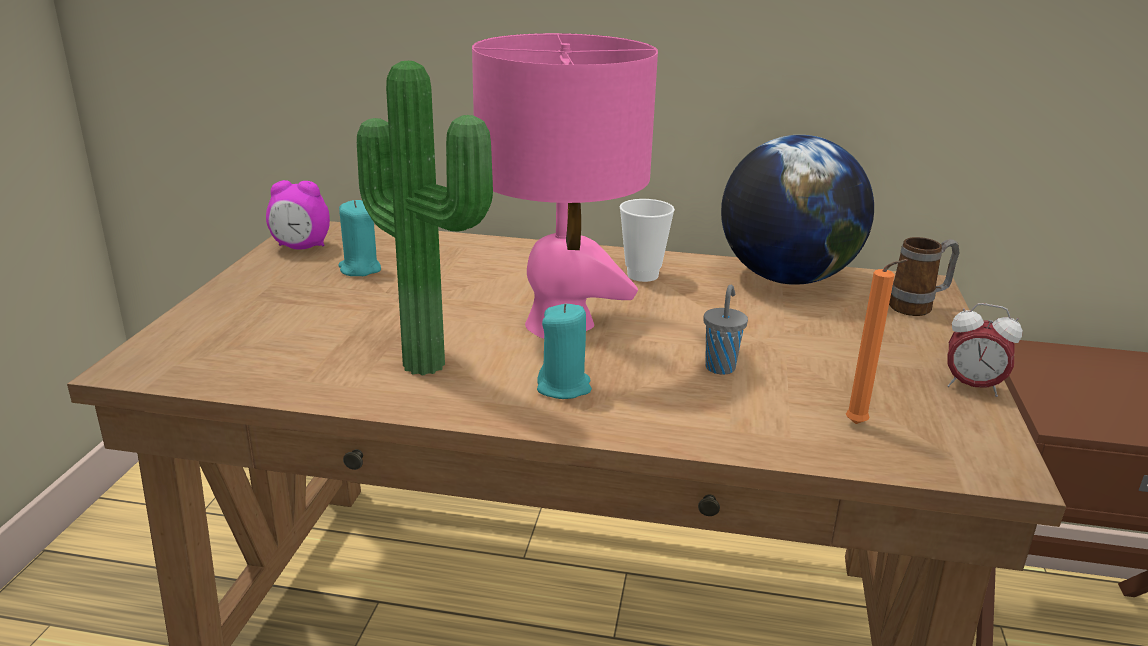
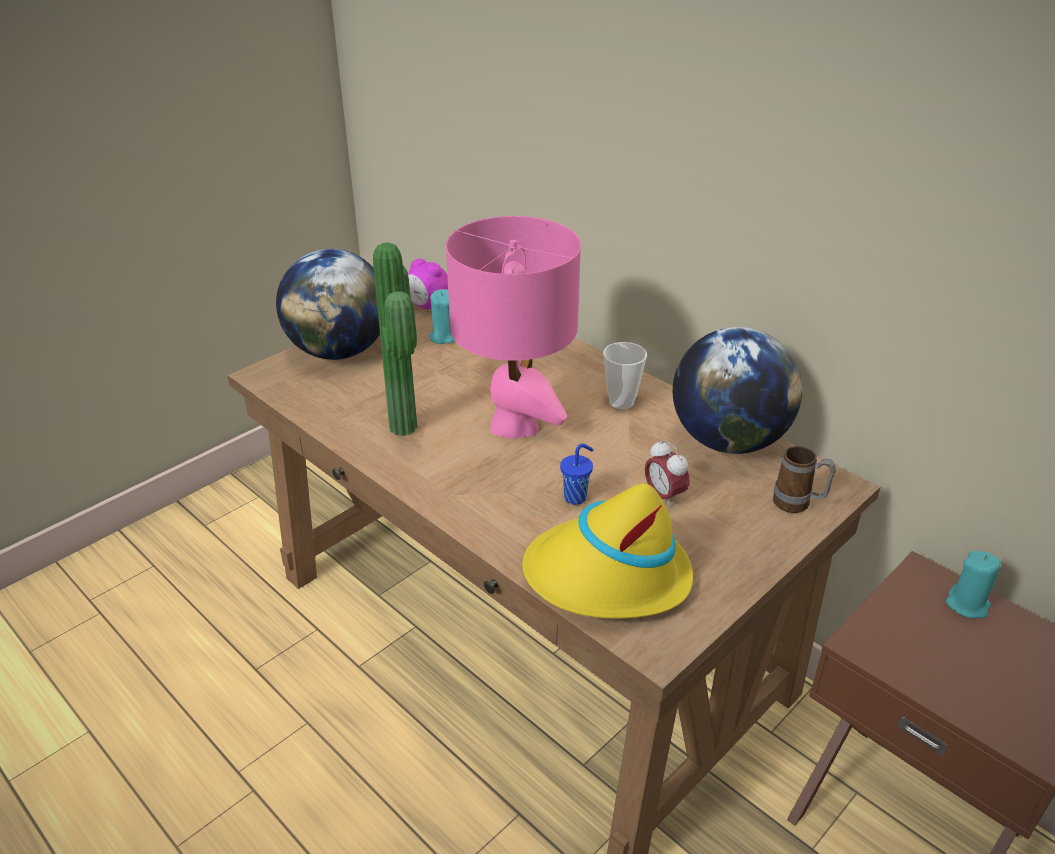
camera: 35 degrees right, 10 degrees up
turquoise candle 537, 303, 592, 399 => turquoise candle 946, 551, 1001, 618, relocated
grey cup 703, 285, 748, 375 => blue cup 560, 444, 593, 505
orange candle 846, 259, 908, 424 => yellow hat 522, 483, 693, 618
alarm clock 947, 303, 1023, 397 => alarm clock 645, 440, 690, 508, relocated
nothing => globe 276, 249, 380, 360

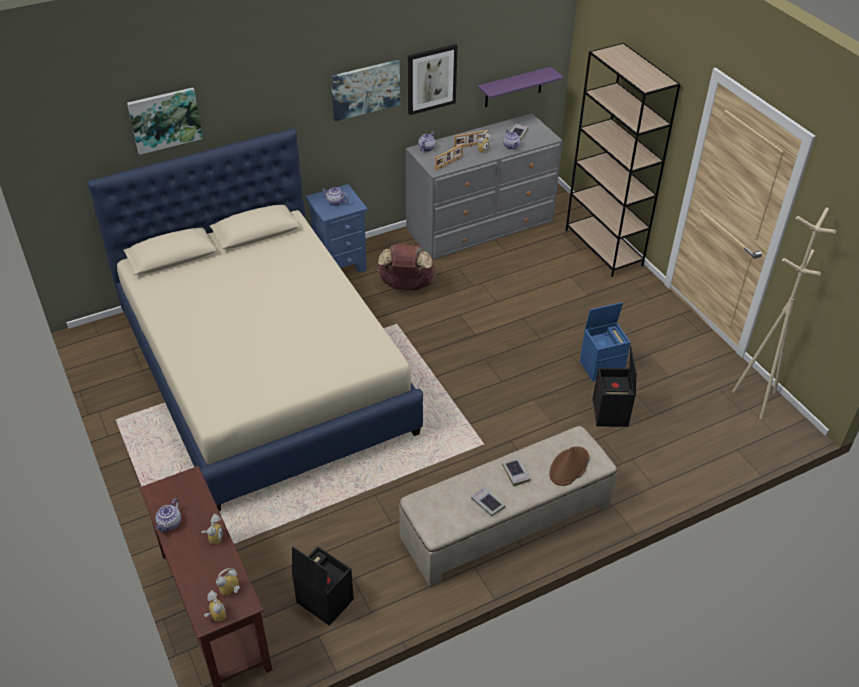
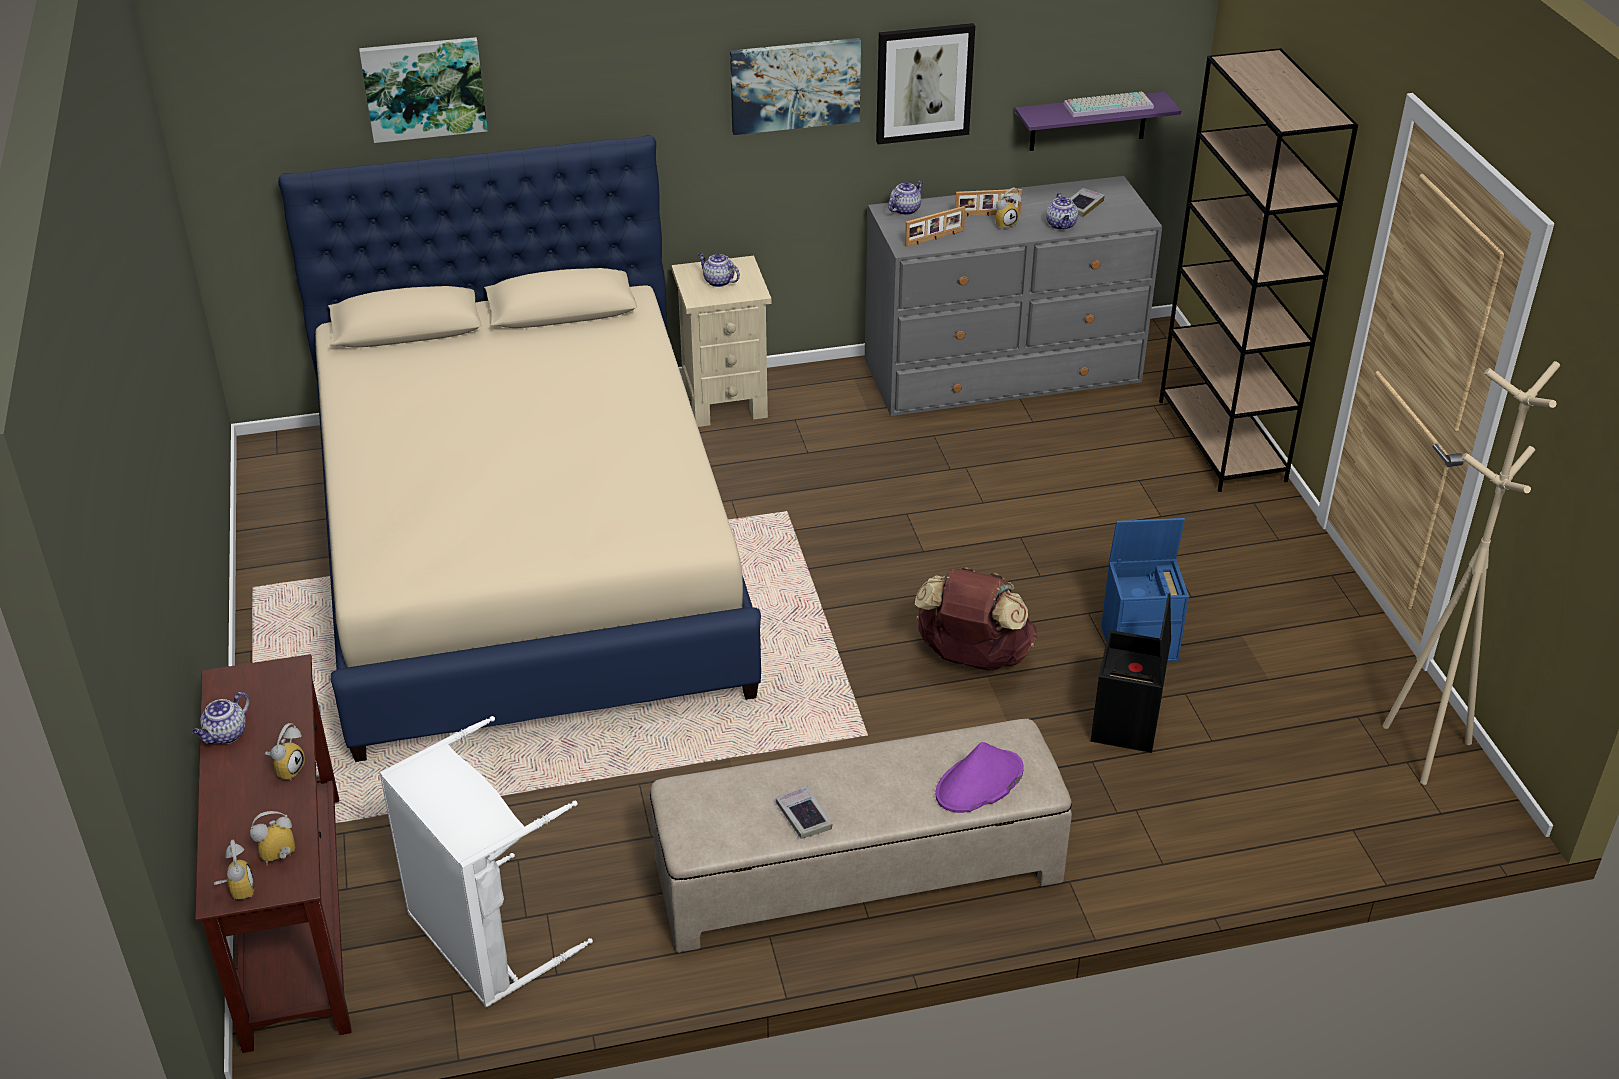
camera: 15 degrees right, 5 degrees down
black storage box 292, 546, 354, 626 => white laundry basket 379, 716, 593, 1007
blue nightstand 305, 184, 368, 273 => beige nightstand 672, 256, 771, 427
brown backpack 378, 243, 436, 290 => brown backpack 915, 567, 1037, 671, relocated
book 502, 458, 531, 486 => nothing
brown hat 549, 446, 590, 486 => purple hat 936, 742, 1024, 813
nothing => keyboard 1063, 92, 1154, 117

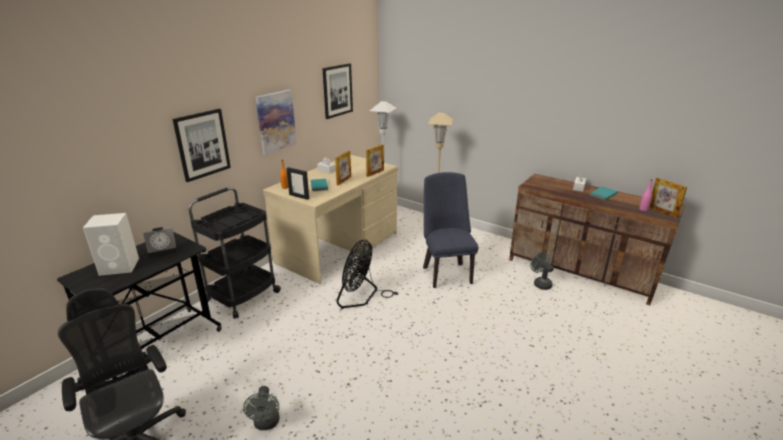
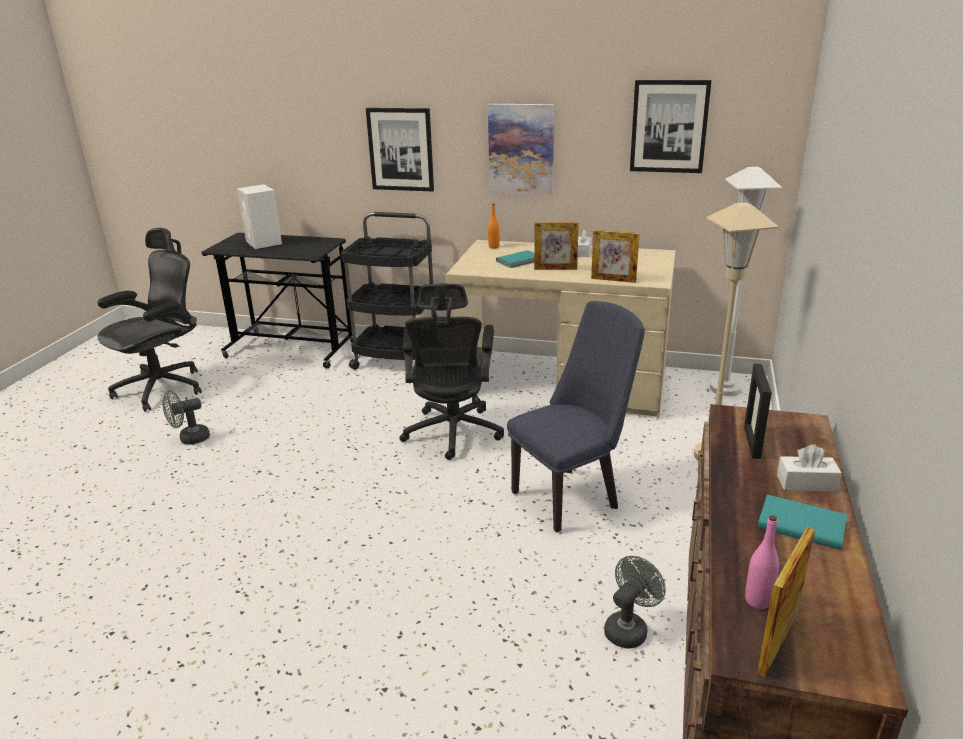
camera: 70 degrees right, 0 degrees up
alarm clock 143, 227, 177, 258 => nothing
picture frame 286, 167, 309, 200 => picture frame 744, 364, 772, 459, relocated
black fan 337, 240, 398, 309 => office chair 399, 284, 504, 460

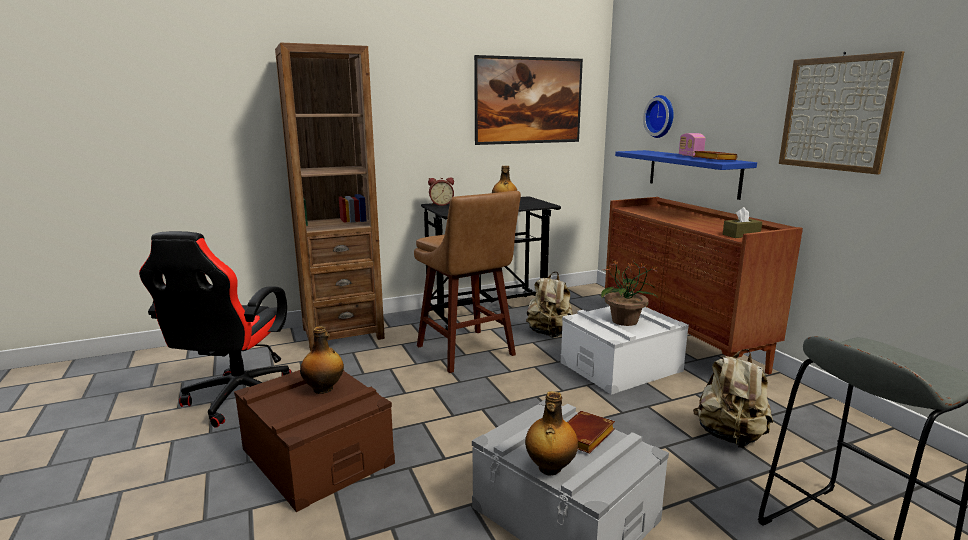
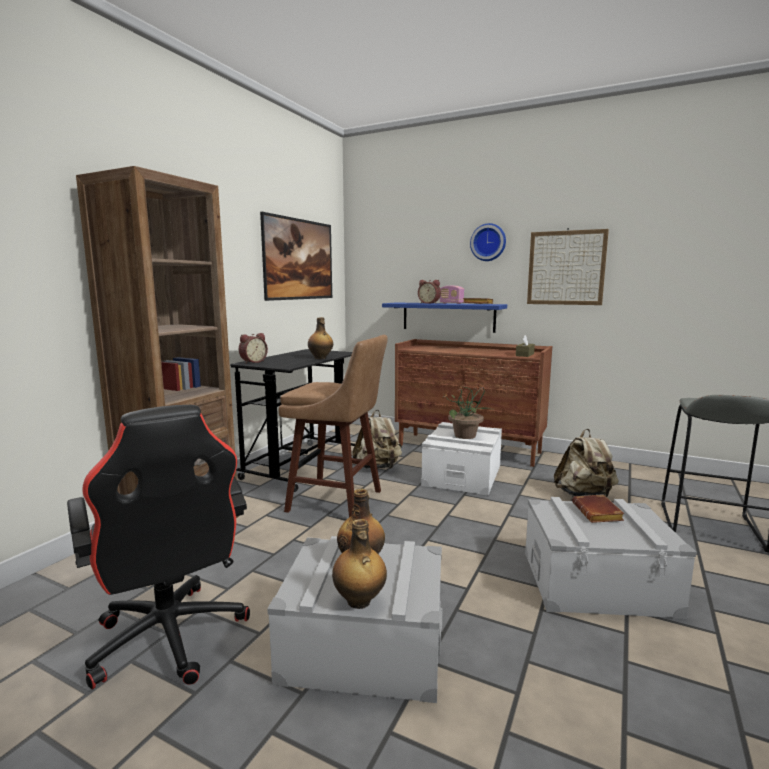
camera: 40 degrees left, 5 degrees down
brown storage box 234, 370, 395, 512 => grey storage box 268, 536, 443, 703
bottle 525, 391, 578, 476 => bottle 332, 519, 387, 609, relocated
wall clock 643, 95, 674, 138 => wall clock 470, 223, 506, 261, relocated
nothing => alarm clock 418, 280, 441, 304

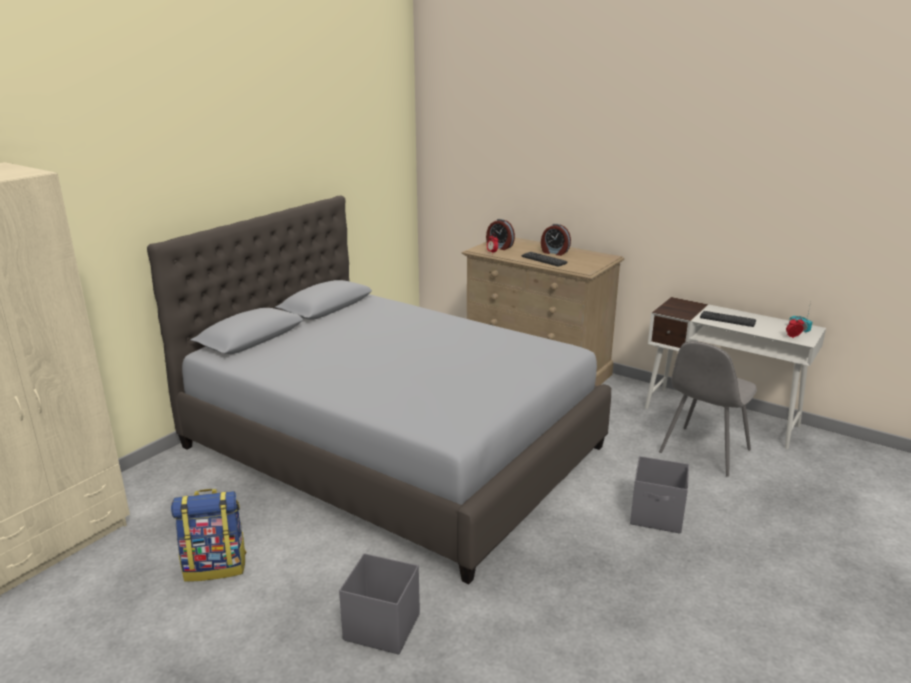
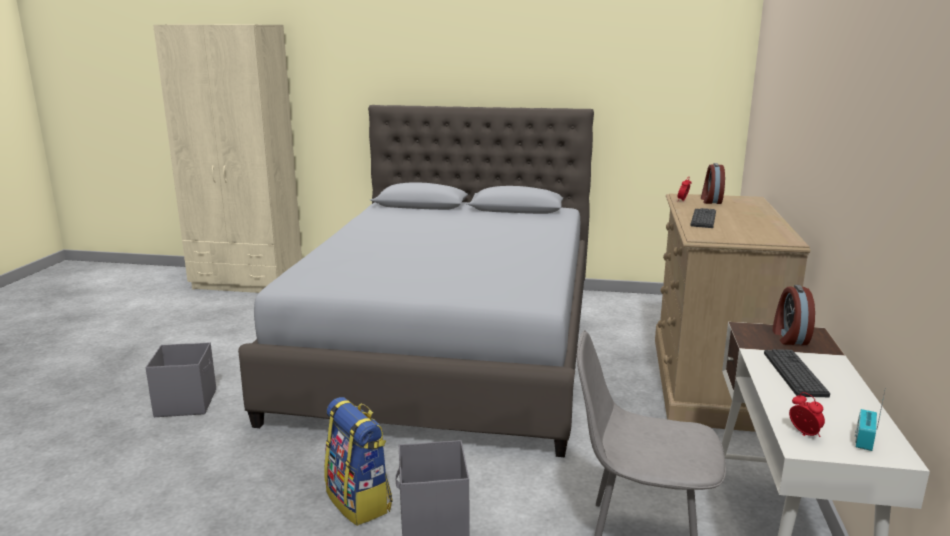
camera: 65 degrees right, 5 degrees down
backpack 171, 489, 246, 581 => backpack 324, 397, 393, 526, relocated
alarm clock 541, 224, 571, 256 => alarm clock 772, 285, 815, 345, relocated

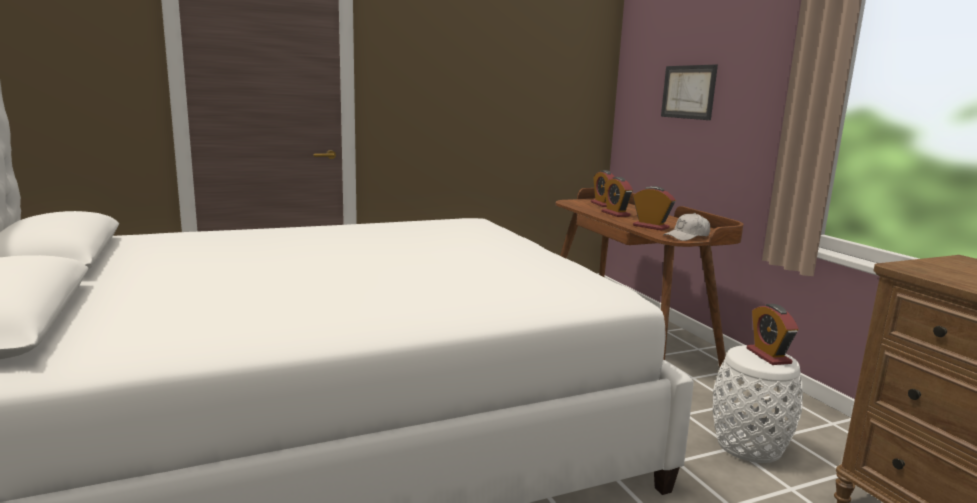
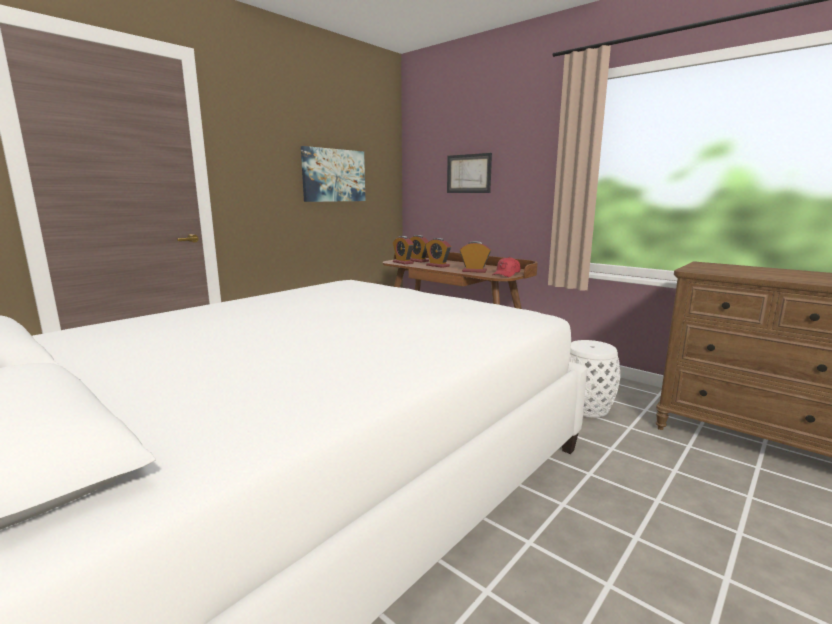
camera: 25 degrees left, 0 degrees up
white cap 663, 213, 710, 241 => red cap 492, 257, 520, 277
alarm clock 747, 304, 799, 365 => alarm clock 393, 236, 414, 264, relocated
nothing => picture 301, 146, 365, 202

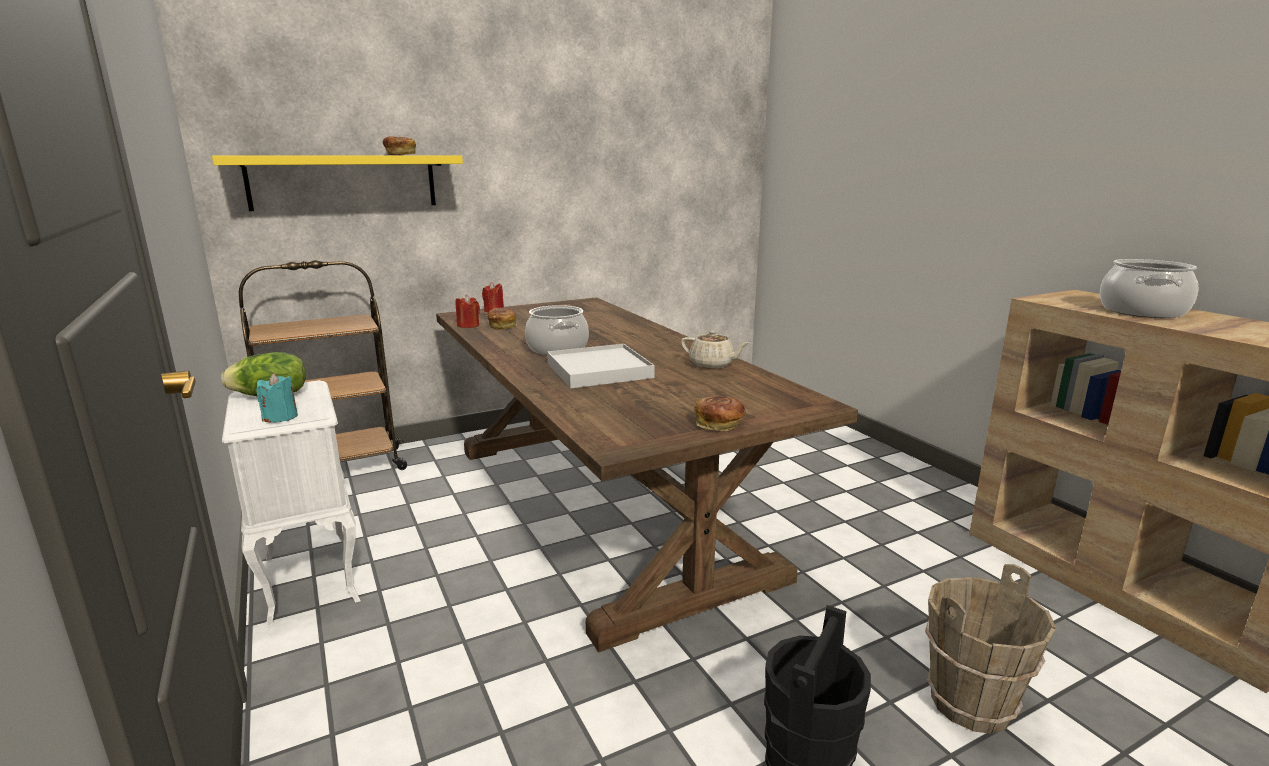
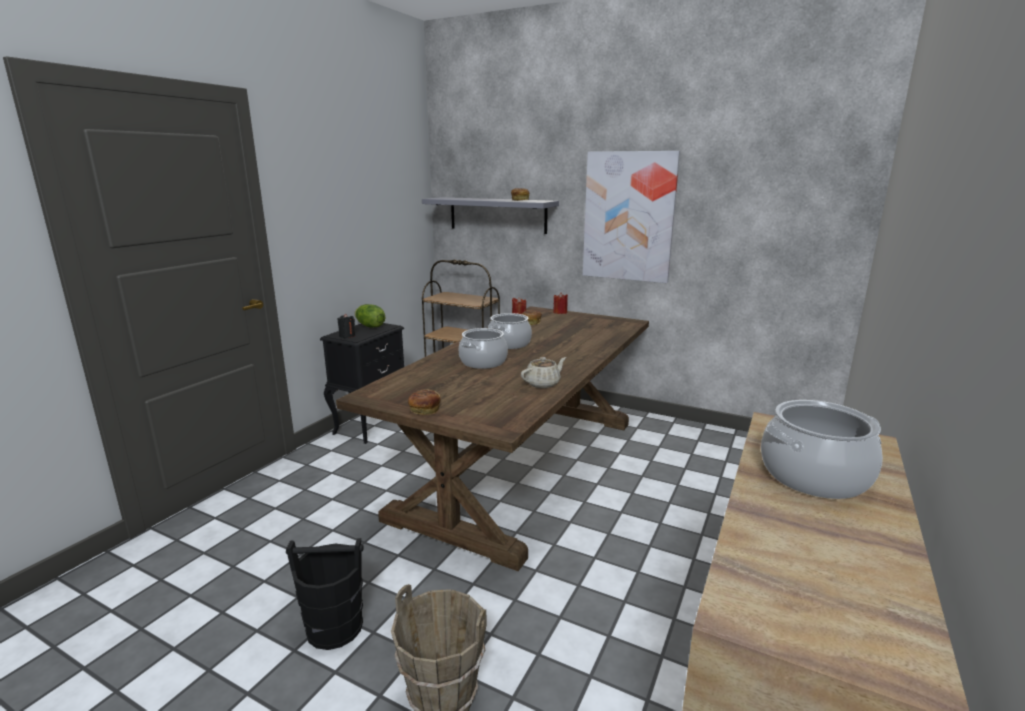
camera: 55 degrees right, 0 degrees up
yellow shelf 212, 155, 463, 211 => grey shelf 422, 197, 559, 234
white nightstand 222, 380, 361, 627 => black nightstand 320, 323, 404, 444
turquoise candle 256, 373, 298, 423 => black candle 338, 314, 355, 338
white tray 547, 344, 655, 388 => cooking pot 459, 328, 508, 369
beige teapot 681, 330, 749, 369 => beige teapot 521, 357, 566, 388, 120 degrees counterclockwise
nothing => picture 583, 151, 680, 283

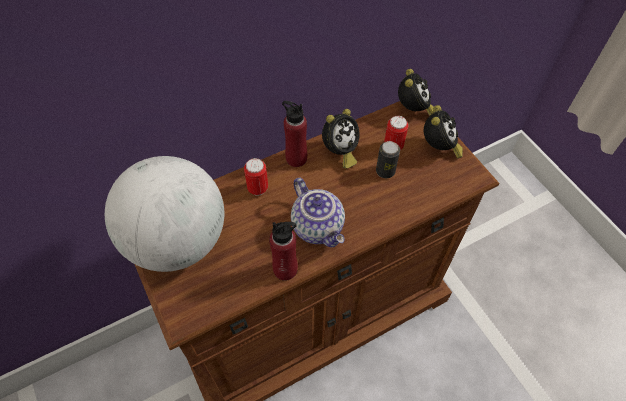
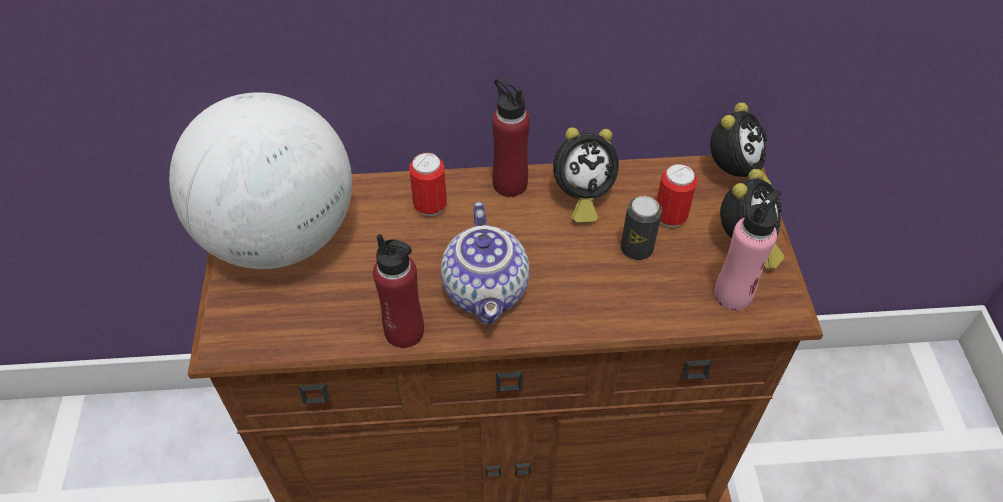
camera: 25 degrees right, 5 degrees down
nothing => pink bottle 714, 190, 781, 311

